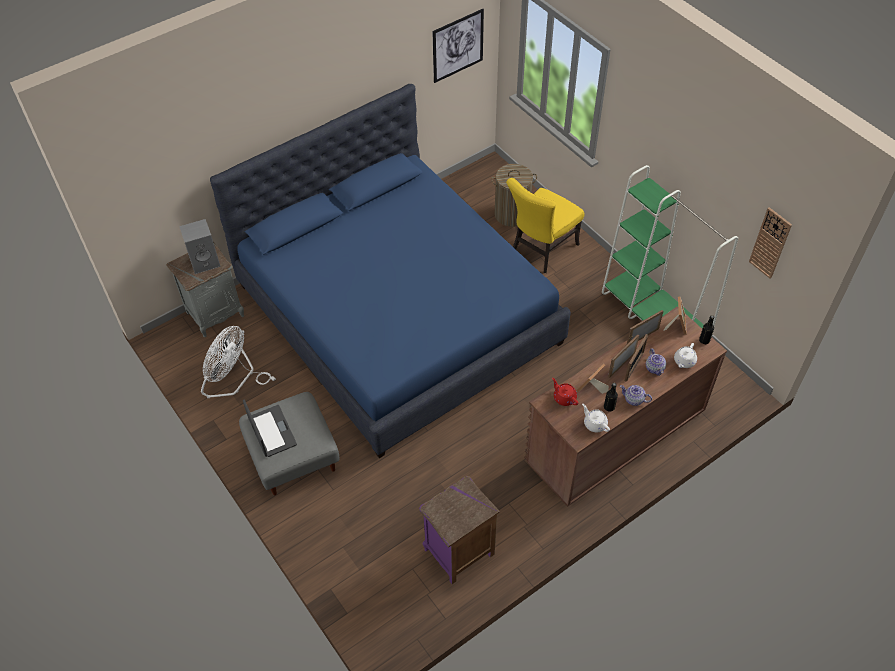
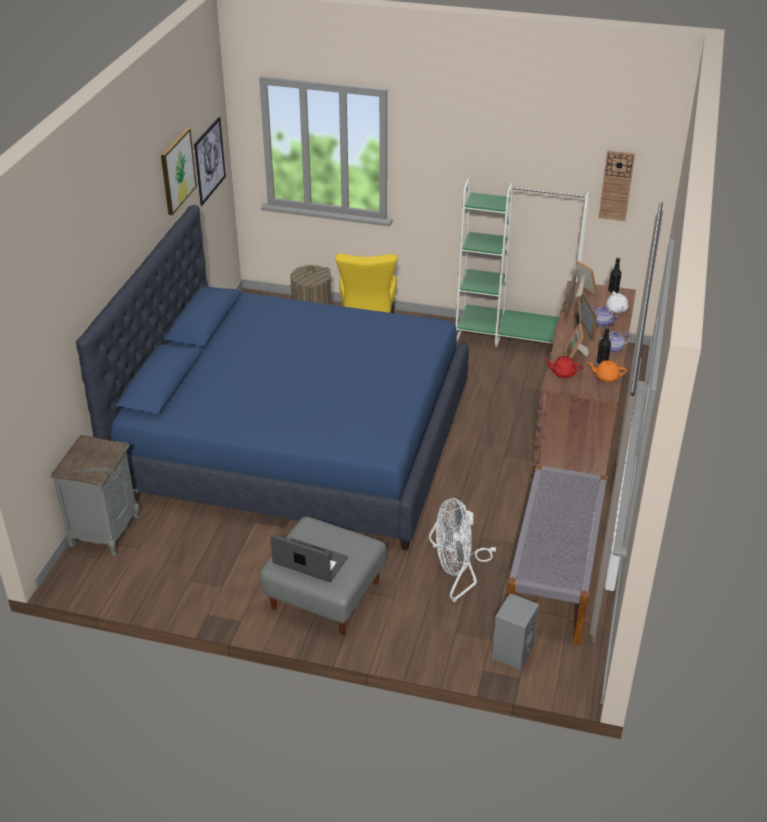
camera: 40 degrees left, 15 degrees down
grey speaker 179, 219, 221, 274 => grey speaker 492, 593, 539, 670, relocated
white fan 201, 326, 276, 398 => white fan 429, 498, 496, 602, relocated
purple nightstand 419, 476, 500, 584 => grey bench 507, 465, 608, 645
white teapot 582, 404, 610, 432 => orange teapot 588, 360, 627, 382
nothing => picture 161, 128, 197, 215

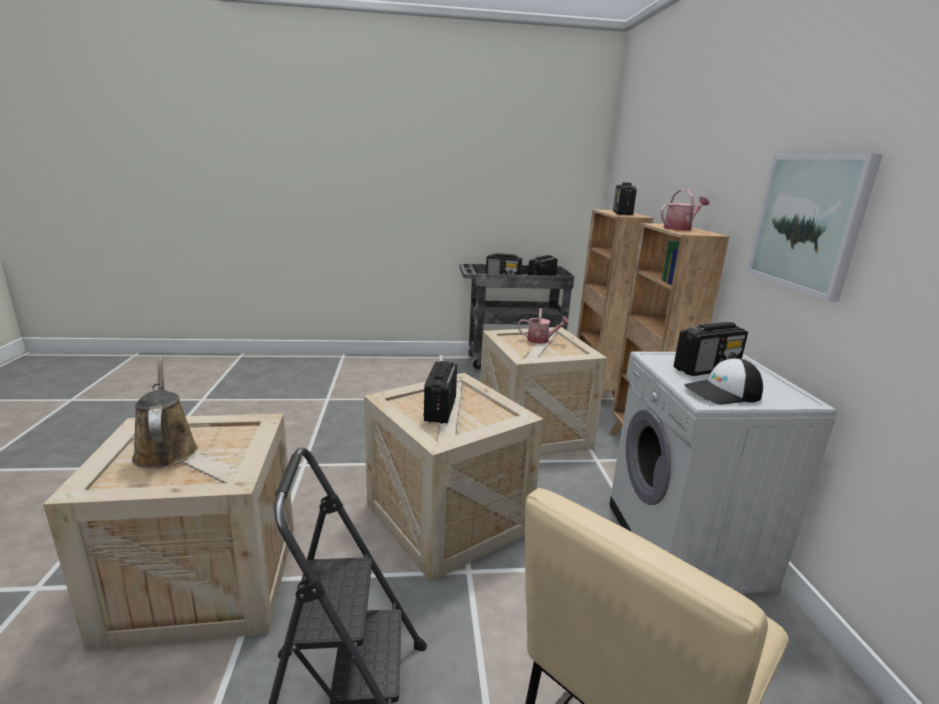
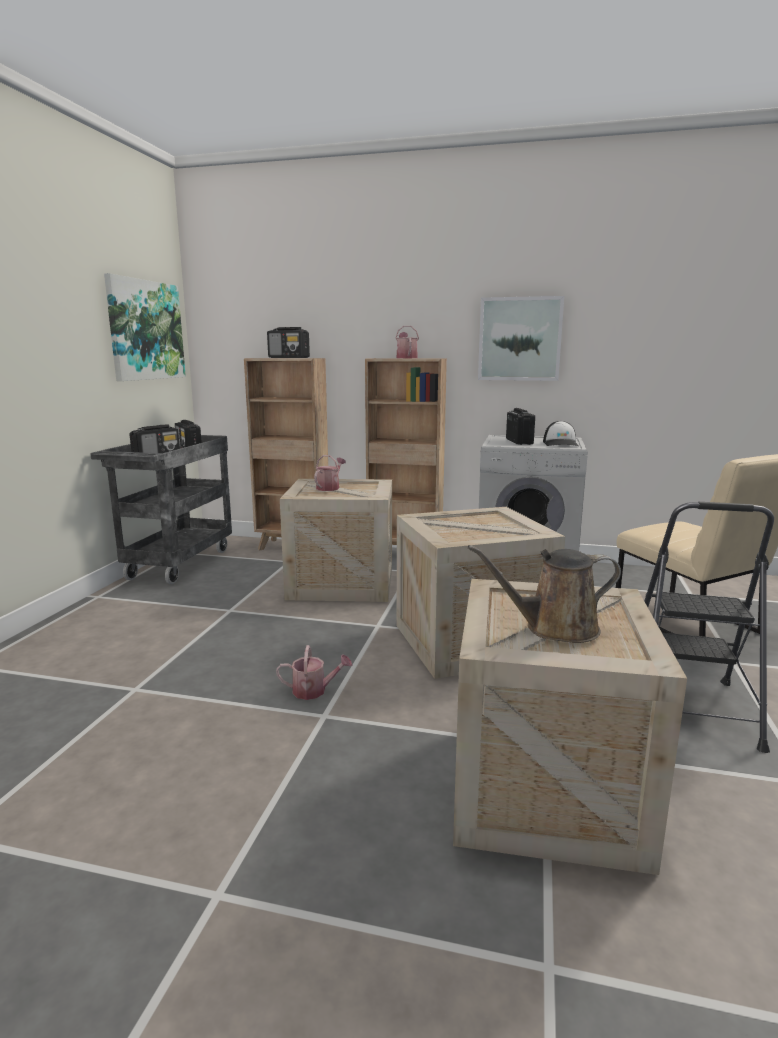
camera: 70 degrees left, 5 degrees down
radio 423, 361, 457, 424 => nothing
nothing => picture 104, 273, 186, 381
nothing => watering can 276, 645, 352, 700

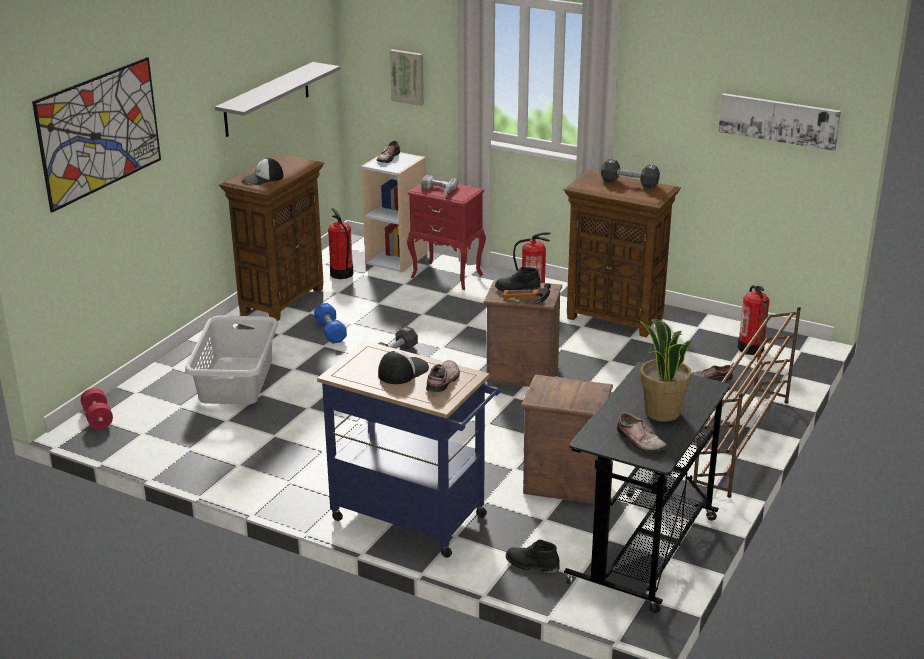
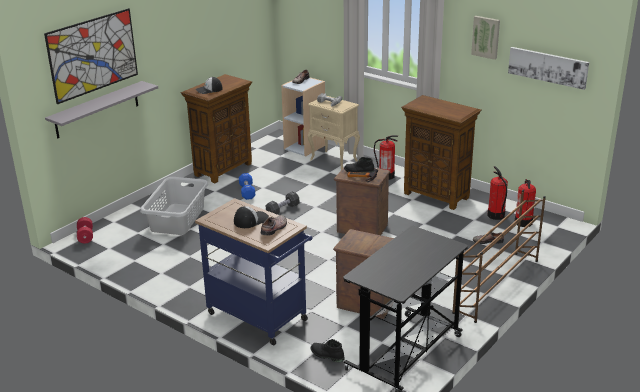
camera: 10 degrees right, 0 degrees up
grey shelf 215, 62, 340, 137 => grey shelf 45, 81, 158, 139, relocated
fire extinguisher 328, 208, 353, 279 => fire extinguisher 487, 166, 508, 220, relocated
picture 390, 49, 424, 106 => picture 471, 16, 500, 60, relocated
red nightstand 407, 179, 486, 290 => beige nightstand 307, 96, 360, 170
black dumbbell 601, 159, 660, 189 => nothing
shoe 617, 412, 667, 452 => nothing
potted plant 639, 319, 692, 421 => nothing

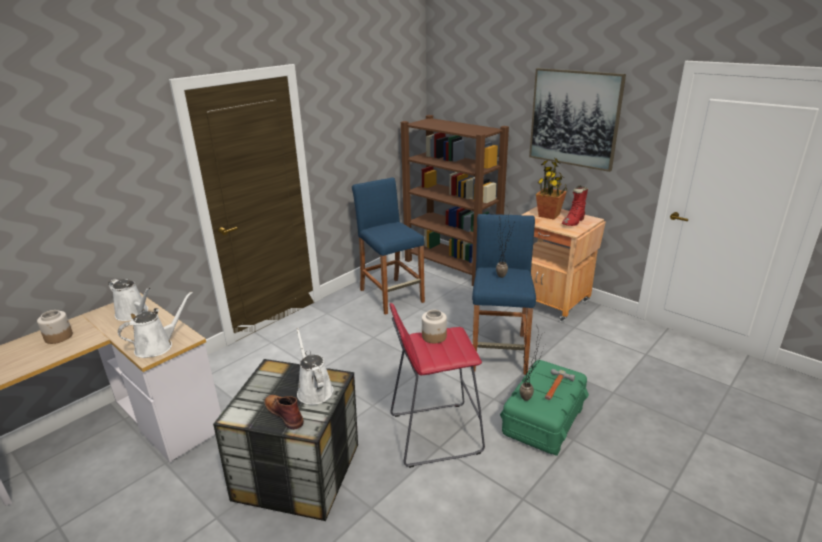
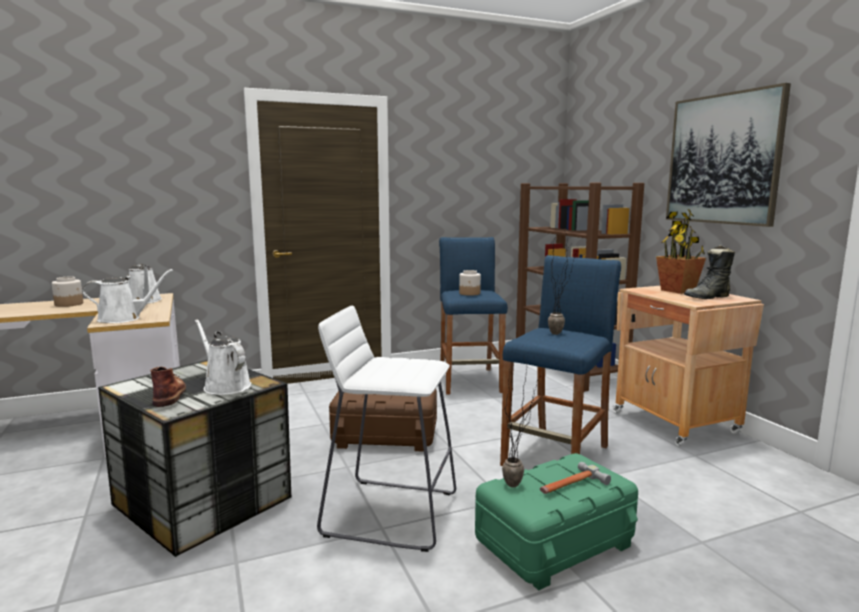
camera: 25 degrees right, 15 degrees down
white watering can 296, 328, 334, 405 => white watering can 195, 319, 251, 395, 45 degrees counterclockwise
red stool 390, 303, 485, 468 => white stool 317, 306, 456, 552
jar 422, 310, 447, 344 => jar 459, 270, 481, 296, relocated
red boot 562, 185, 588, 226 => black boot 684, 245, 735, 299
nothing => brown storage box 329, 389, 437, 452

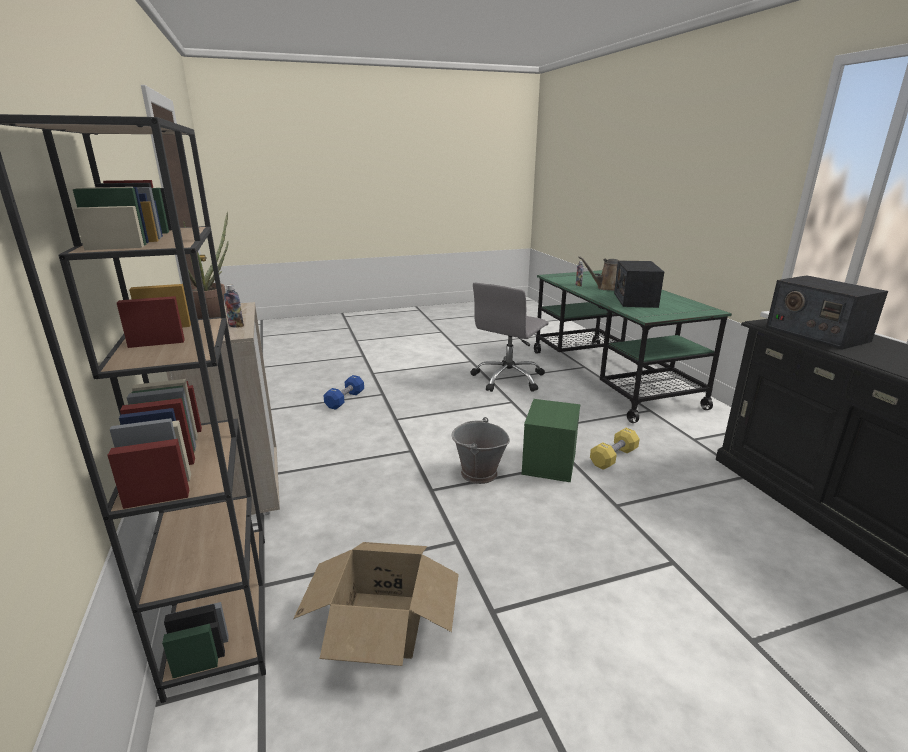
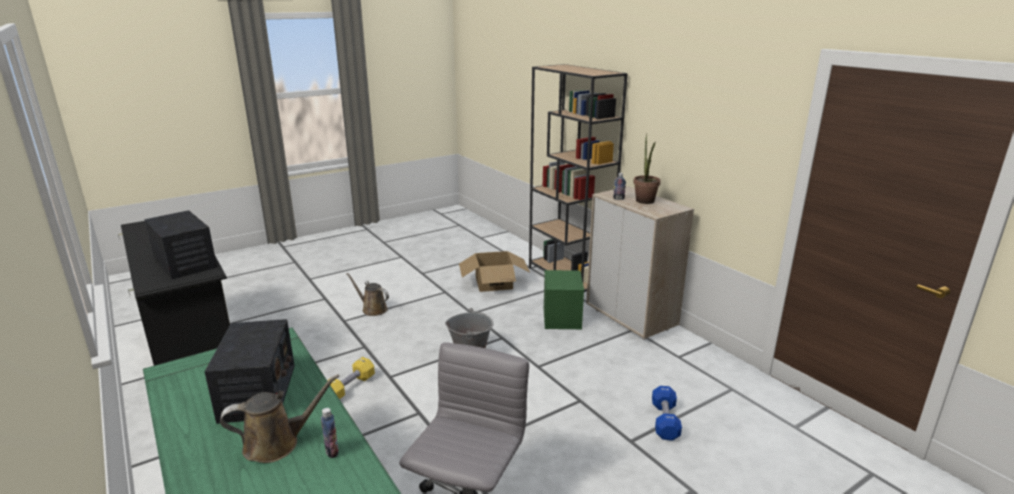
camera: 165 degrees right, 0 degrees up
green storage box 521, 399, 580, 482 => green storage box 544, 270, 584, 329, relocated
nothing => brown watering can 347, 273, 389, 316

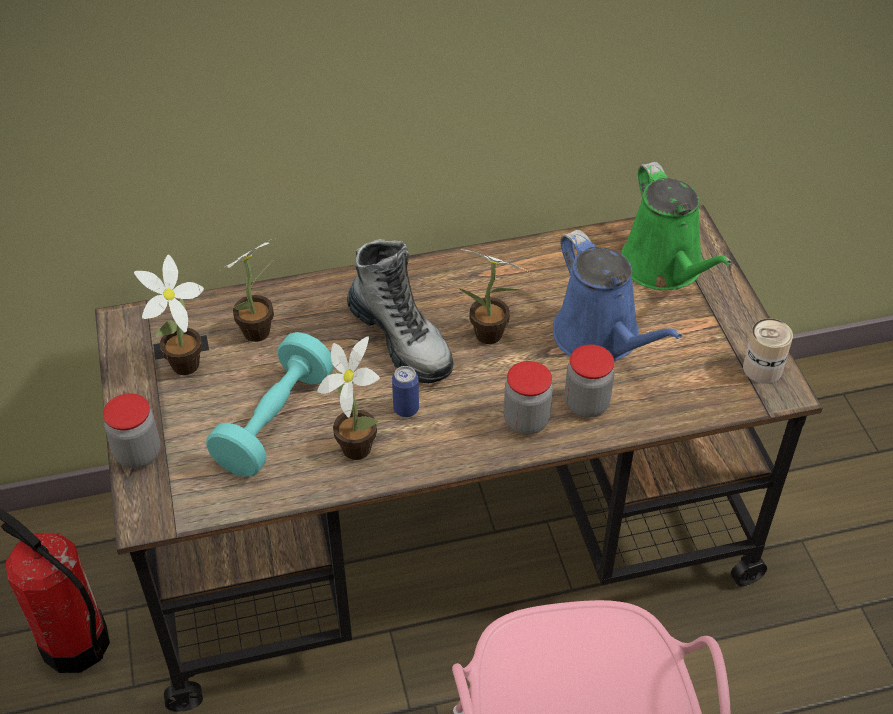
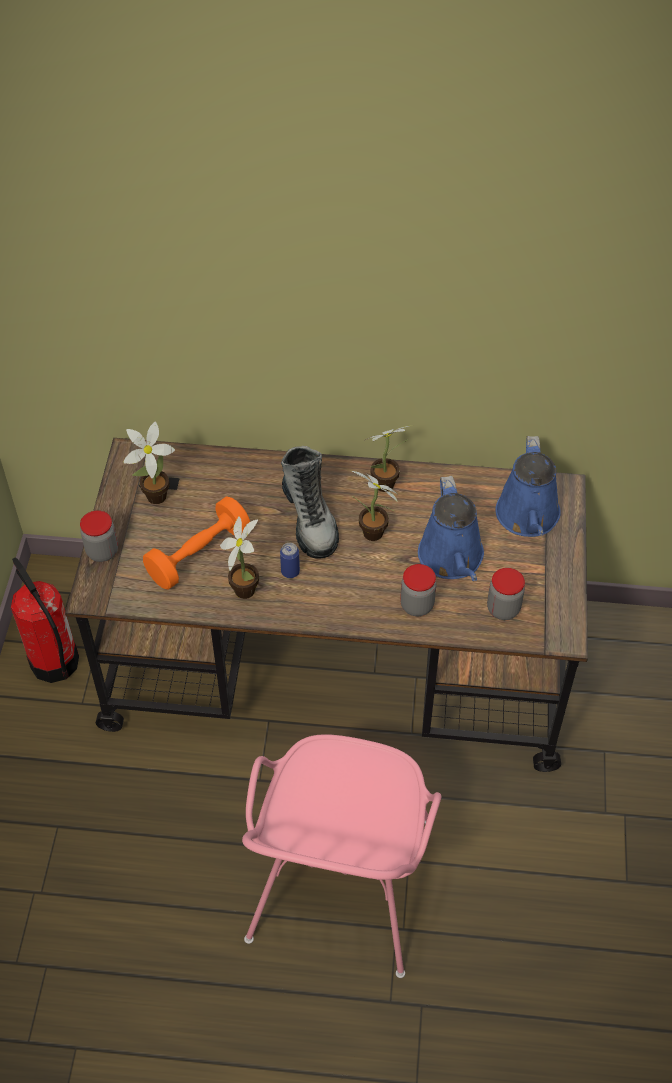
camera: 20 degrees right, 5 degrees up
turquoise dumbbell 206, 332, 334, 477 => orange dumbbell 143, 496, 250, 590
potted plant 217, 237, 278, 342 => potted plant 366, 425, 414, 492, relocated
jar 504, 361, 553, 435 => jar 487, 568, 525, 620, relocated
green watering can 621, 162, 732, 290 => blue watering can 495, 436, 561, 537
can 743, 319, 793, 384 => nothing

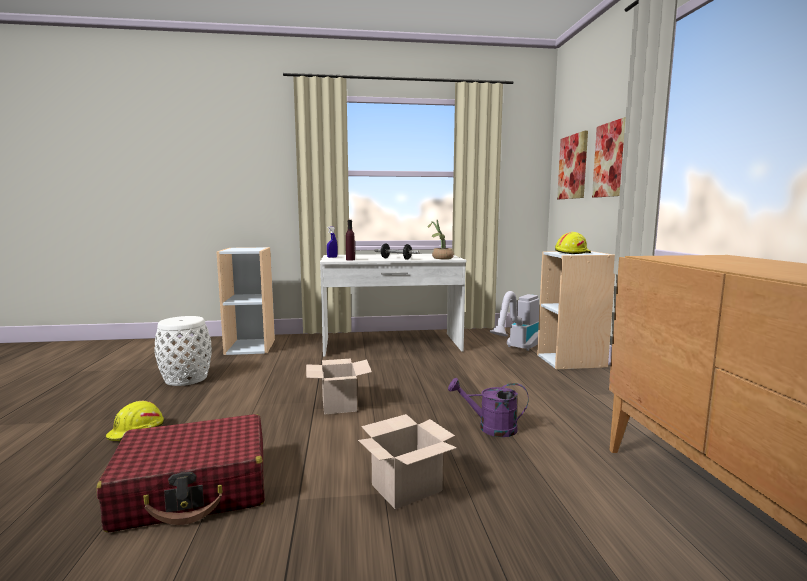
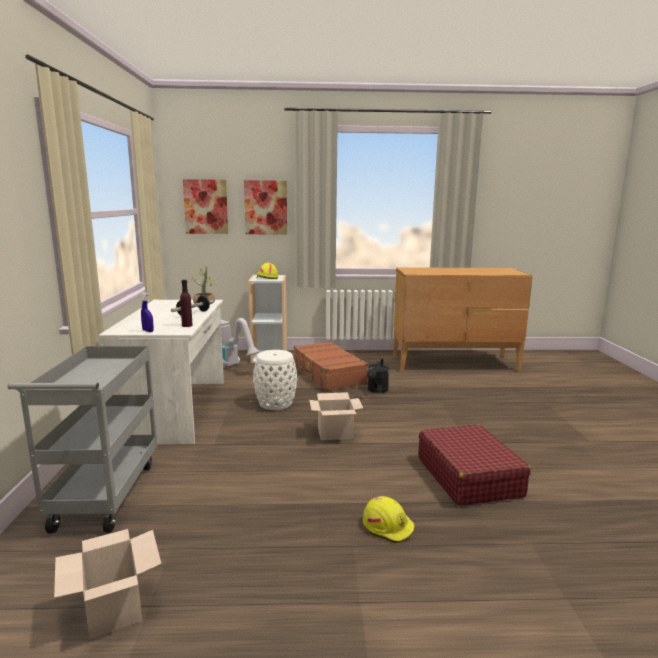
camera: 85 degrees left, 5 degrees up
white stool 154, 316, 212, 386 => white stool 253, 350, 297, 410, relocated
bookcase 216, 247, 275, 355 => grey cart 8, 346, 157, 533
cardboard box 358, 414, 457, 510 => cardboard box 54, 529, 161, 639, relocated
purple watering can 448, 378, 529, 437 => black watering can 367, 358, 389, 393
nothing => brown suitcase 294, 341, 368, 391

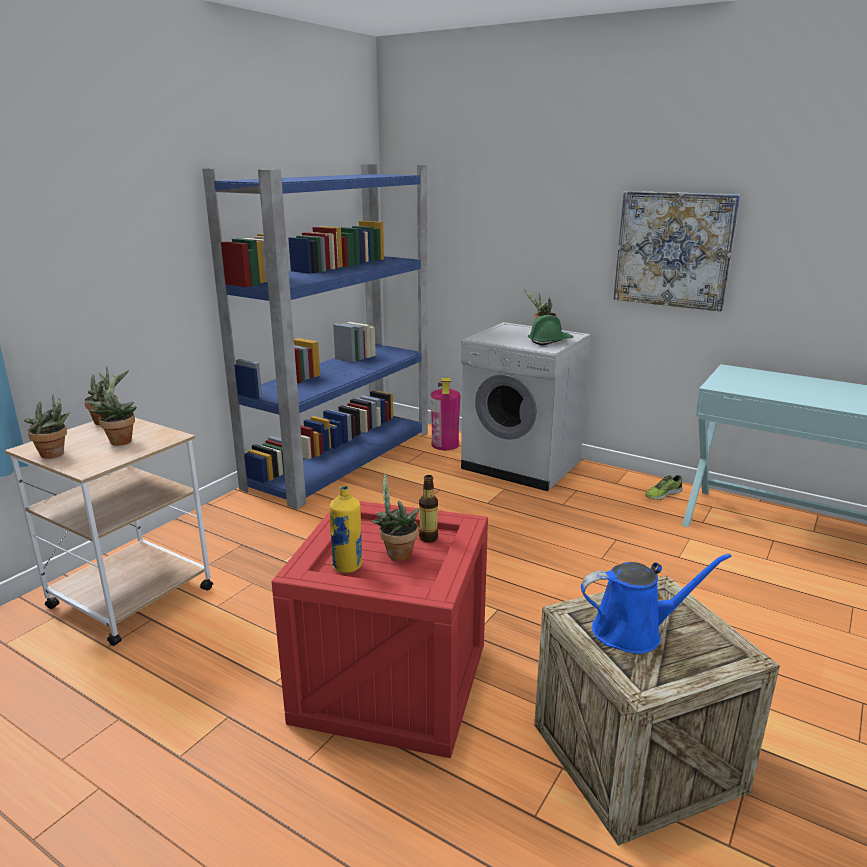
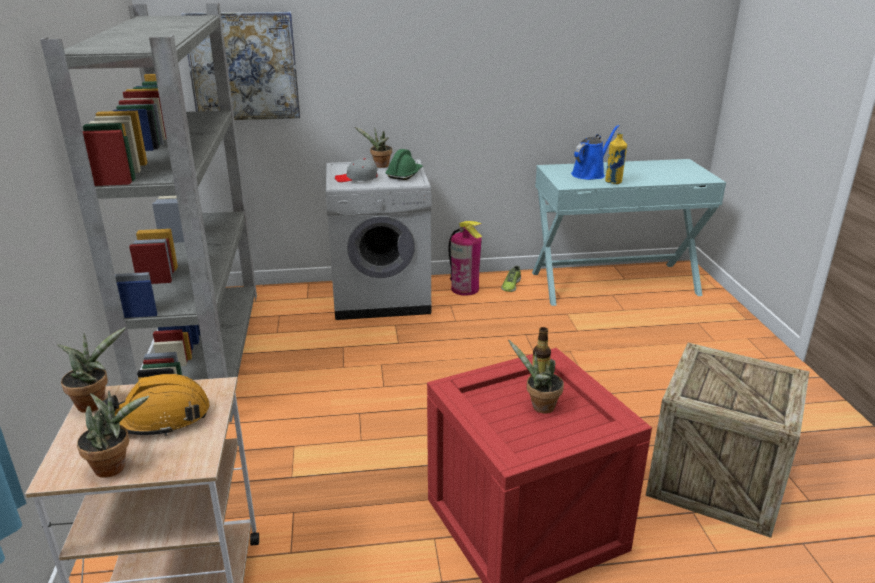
camera: 40 degrees left, 5 degrees up
potted plant 86, 374, 137, 446 => orange hard hat 103, 374, 209, 436
blue bookcase 202, 164, 428, 509 => grey bookcase 40, 3, 257, 422
yellow bottle 330, 485, 362, 573 => yellow bottle 605, 133, 627, 184, relocated
fire extinguisher 430, 378, 461, 450 => fire extinguisher 448, 221, 482, 296, relocated
blue watering can 581, 553, 732, 654 => blue watering can 571, 125, 619, 180, relocated
picture 613, 191, 741, 312 => picture 181, 11, 300, 120, relocated
nothing => grey cap 335, 158, 378, 182

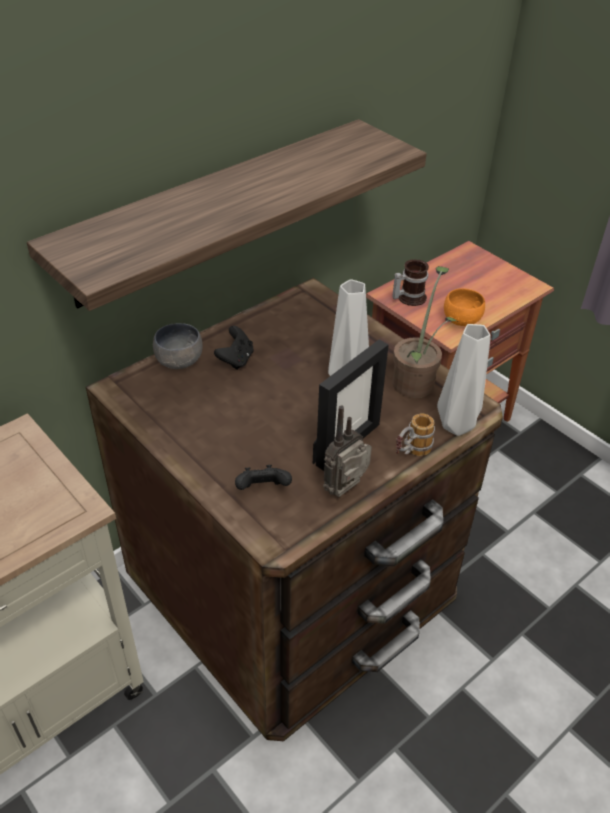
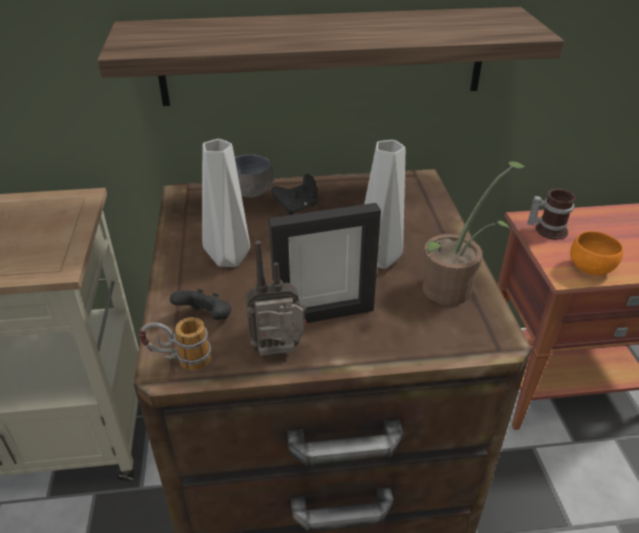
camera: 35 degrees right, 5 degrees down
mug 396, 414, 435, 456 => mug 138, 317, 211, 370, relocated
grey vase 437, 324, 491, 436 => grey vase 202, 139, 250, 267, relocated

